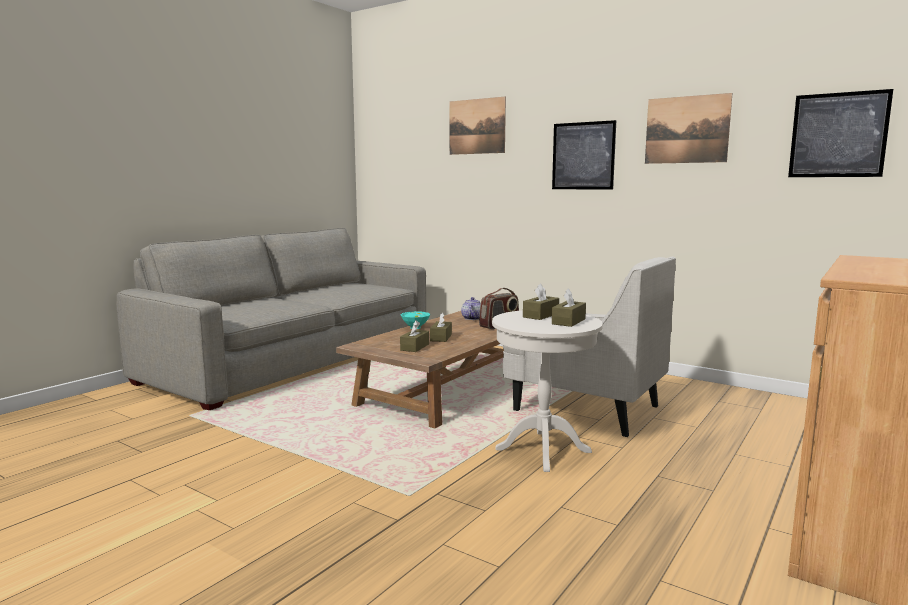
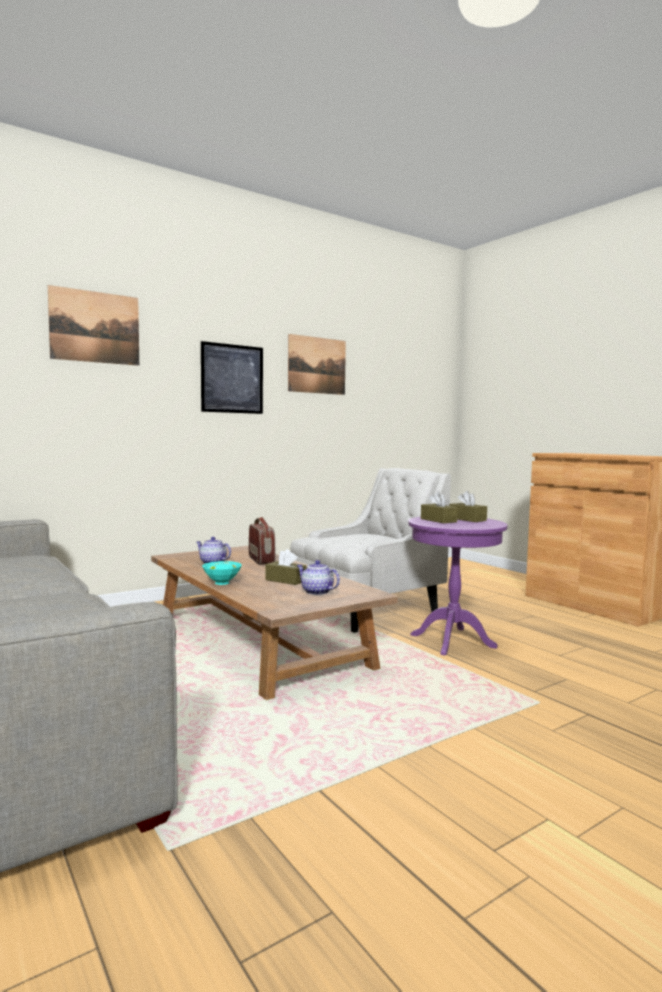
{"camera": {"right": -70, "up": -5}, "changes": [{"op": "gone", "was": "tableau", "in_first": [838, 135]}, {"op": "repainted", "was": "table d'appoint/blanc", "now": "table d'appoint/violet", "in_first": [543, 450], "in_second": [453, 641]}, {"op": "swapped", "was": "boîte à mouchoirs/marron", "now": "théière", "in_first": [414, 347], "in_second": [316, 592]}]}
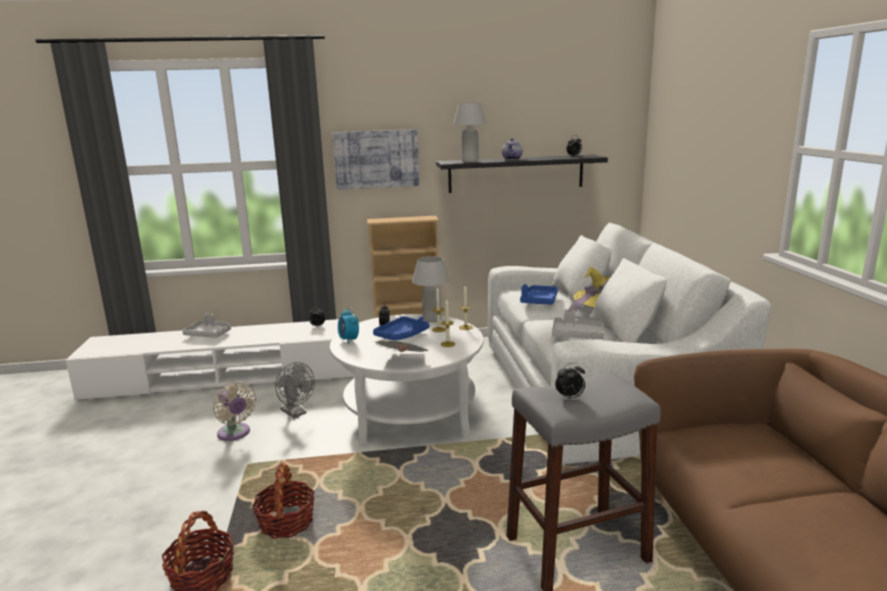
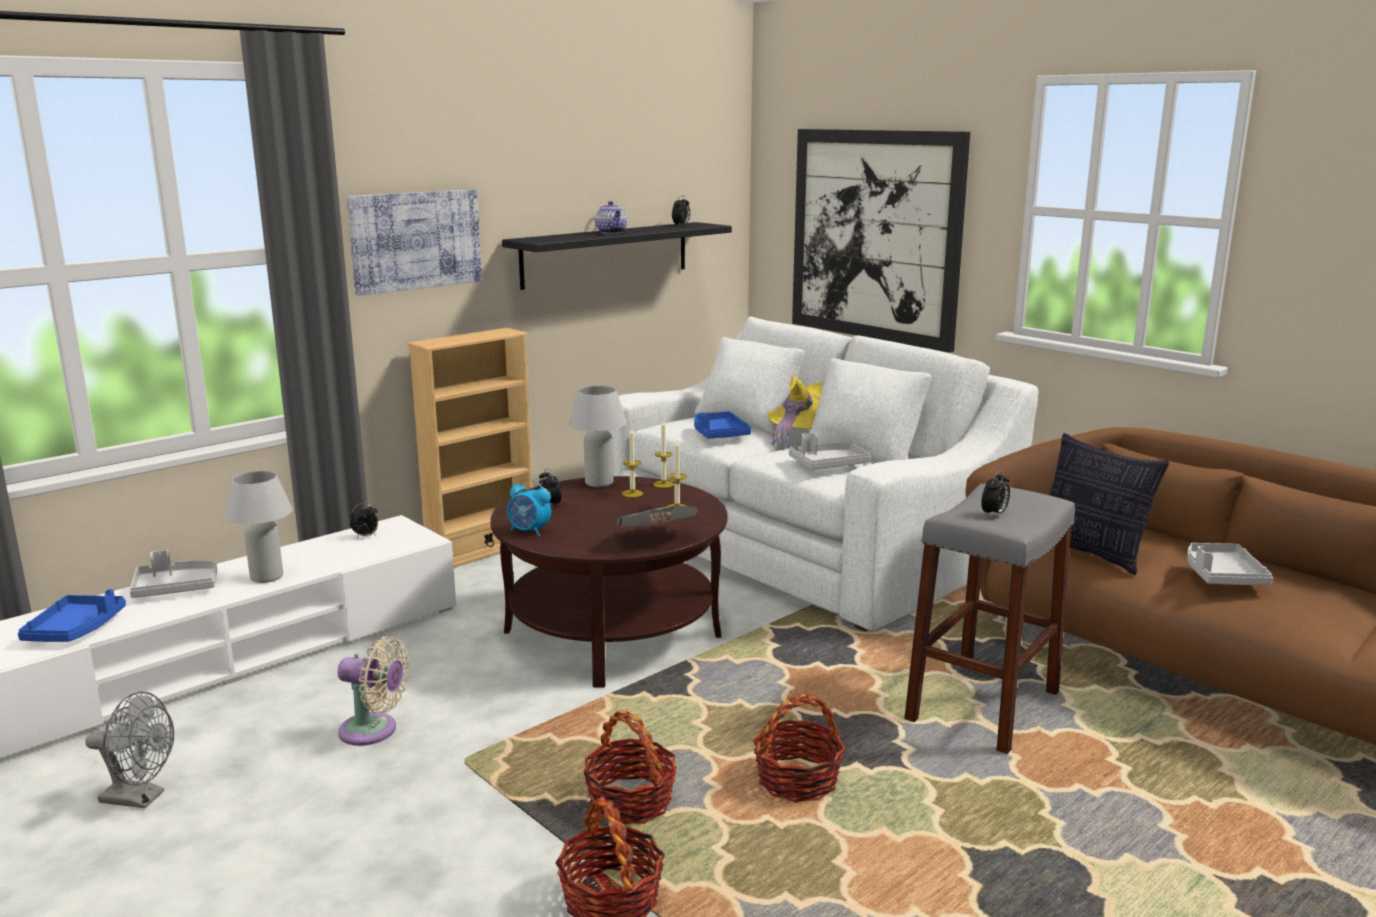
{"camera": {"right": -35, "up": 0}, "changes": [{"op": "shifted", "was": "lampe de table/blanc", "in_first": [470, 161], "in_second": [266, 577]}, {"op": "repainted", "was": "table basse/blanc", "now": "table basse/marron", "in_first": [410, 416], "in_second": [613, 633]}, {"op": "shifted", "was": "plateau/bleu", "in_first": [402, 335], "in_second": [76, 629]}, {"op": "shifted", "was": "ventilateur/gris", "in_first": [296, 413], "in_second": [141, 798]}, {"op": "new", "now": "tableau", "in_second": [875, 236]}, {"op": "new", "now": "coussin", "in_second": [1090, 553]}, {"op": "new", "now": "plateau/gris", "in_second": [1221, 576]}, {"op": "new", "now": "panier", "in_second": [797, 781]}]}
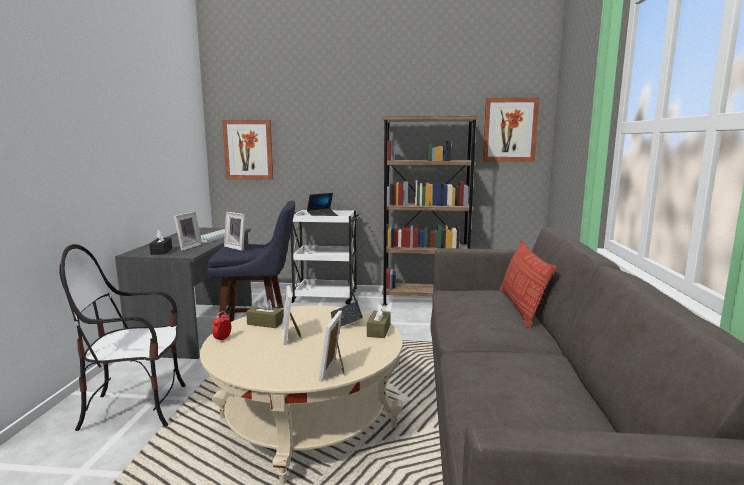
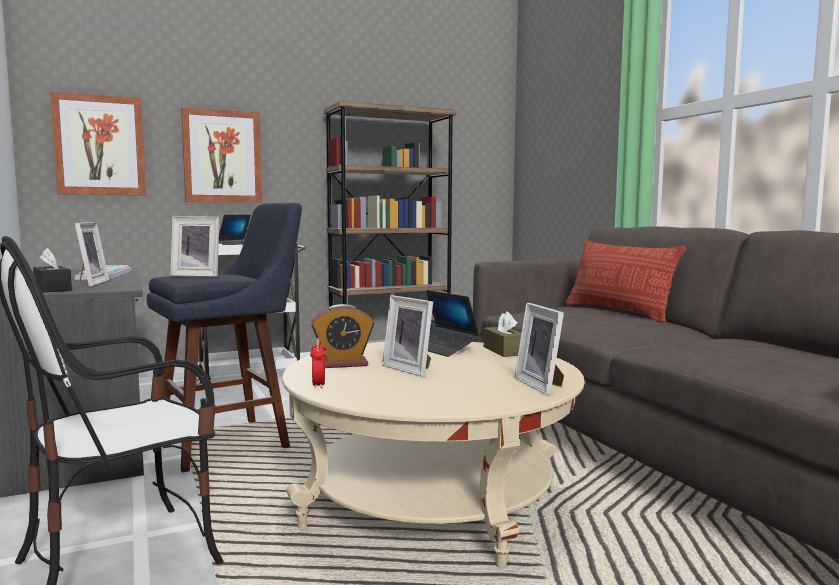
{"camera": {"right": -30, "up": -5}, "changes": [{"op": "shifted", "was": "tableau", "in_first": [509, 130], "in_second": [222, 156]}, {"op": "swapped", "was": "boîte à mouchoirs/marron", "now": "réveil", "in_first": [265, 323], "in_second": [343, 364]}]}
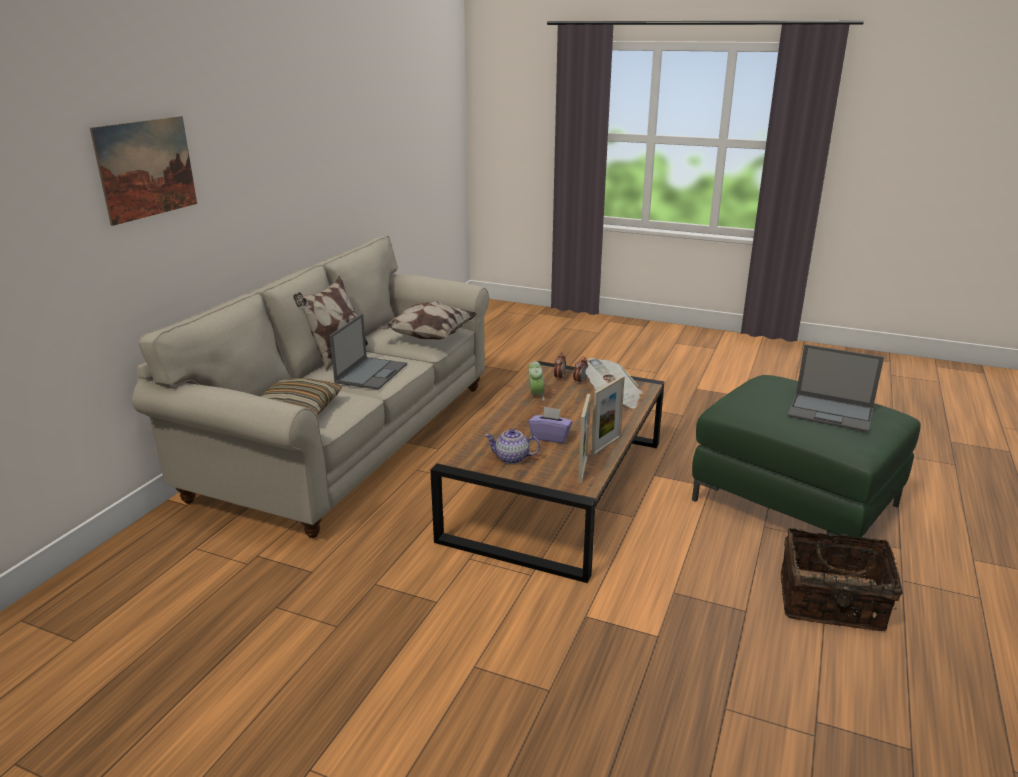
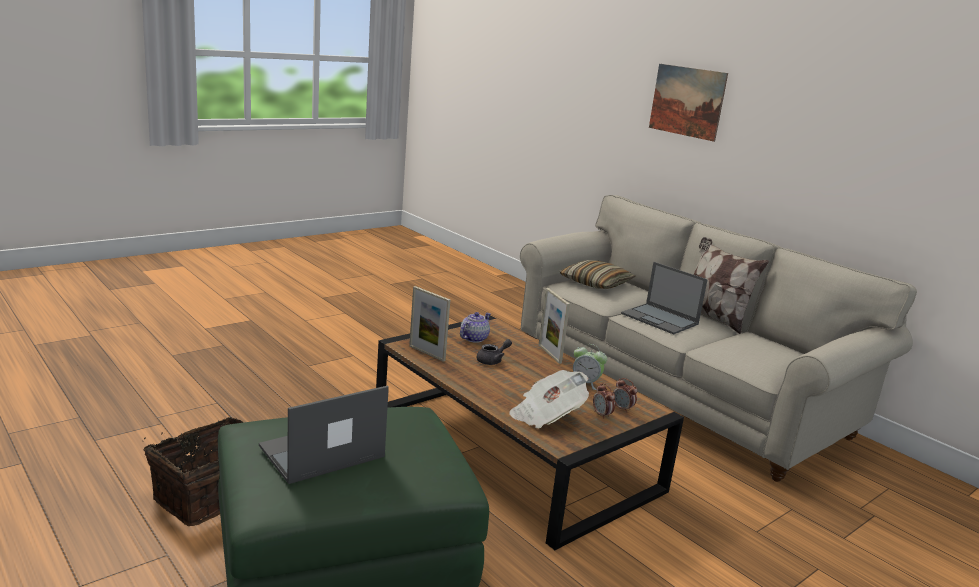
{"camera": {"right": 115, "up": -5}, "changes": [{"op": "gone", "was": "coussin", "in_first": [428, 337]}, {"op": "shifted", "was": "cadre photo", "in_first": [605, 446], "in_second": [549, 354]}, {"op": "swapped", "was": "boîte à mouchoirs/violet", "now": "théière/gris", "in_first": [550, 437], "in_second": [492, 360]}]}
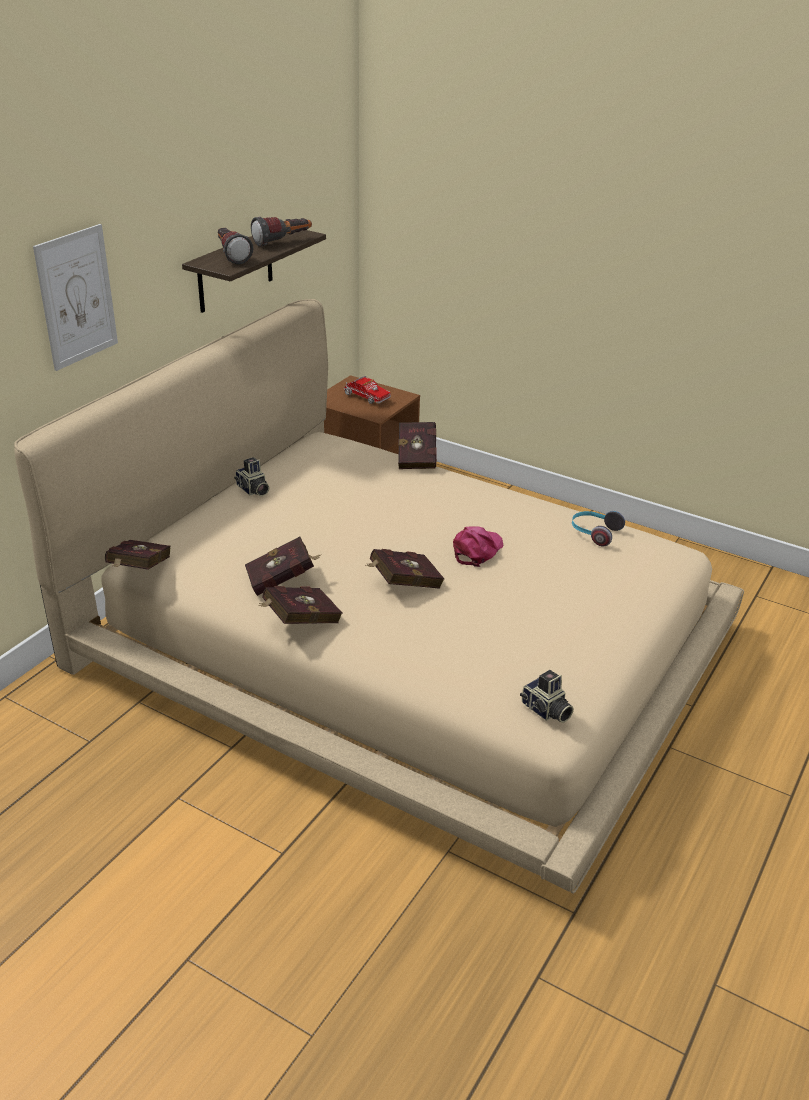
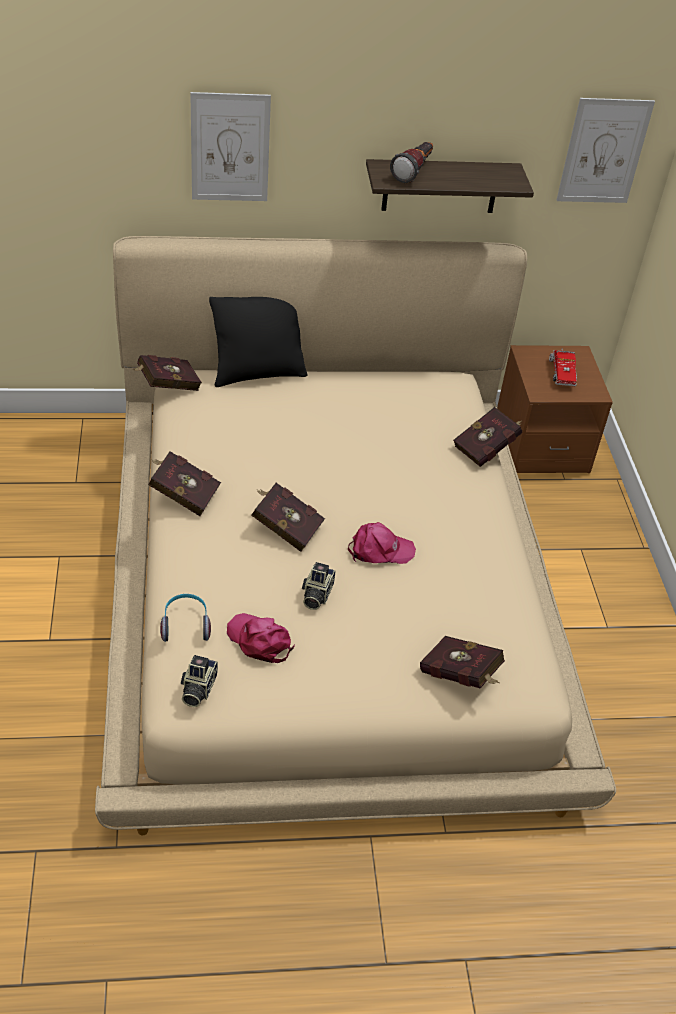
{"camera": {"right": 50, "up": 10}, "changes": [{"op": "gone", "was": "lampe de poche", "in_first": [283, 242]}, {"op": "shifted", "was": "appareil photo", "in_first": [252, 490], "in_second": [316, 595]}, {"op": "shifted", "was": "casque audio", "in_first": [594, 533], "in_second": [185, 624]}, {"op": "shifted", "was": "livre/rouge", "in_first": [283, 581], "in_second": [461, 676]}, {"op": "new", "now": "tableau", "in_second": [603, 151]}, {"op": "new", "now": "coussin/noir", "in_second": [258, 374]}, {"op": "new", "now": "casquette/rose", "in_second": [260, 641]}]}
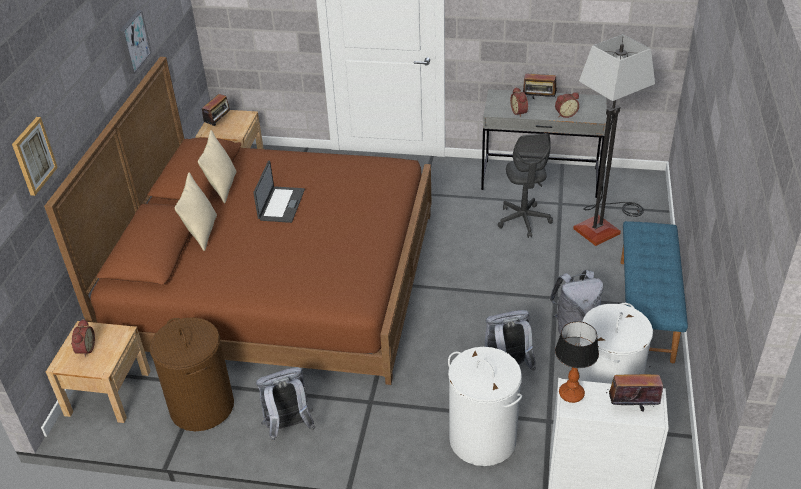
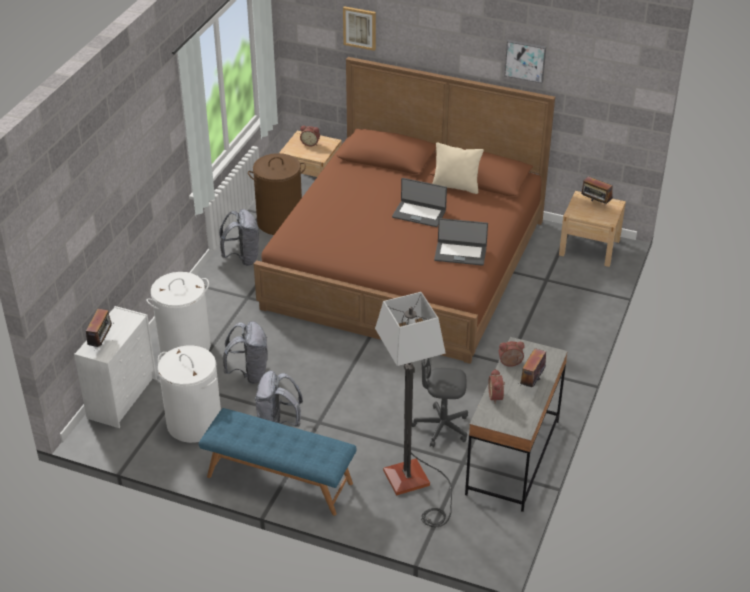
{"camera": {"right": 100, "up": 0}, "changes": [{"op": "gone", "was": "coussin/beige", "in_first": [202, 232]}, {"op": "gone", "was": "lampe de table", "in_first": [571, 394]}, {"op": "new", "now": "ordinateur portable", "in_second": [460, 253]}]}
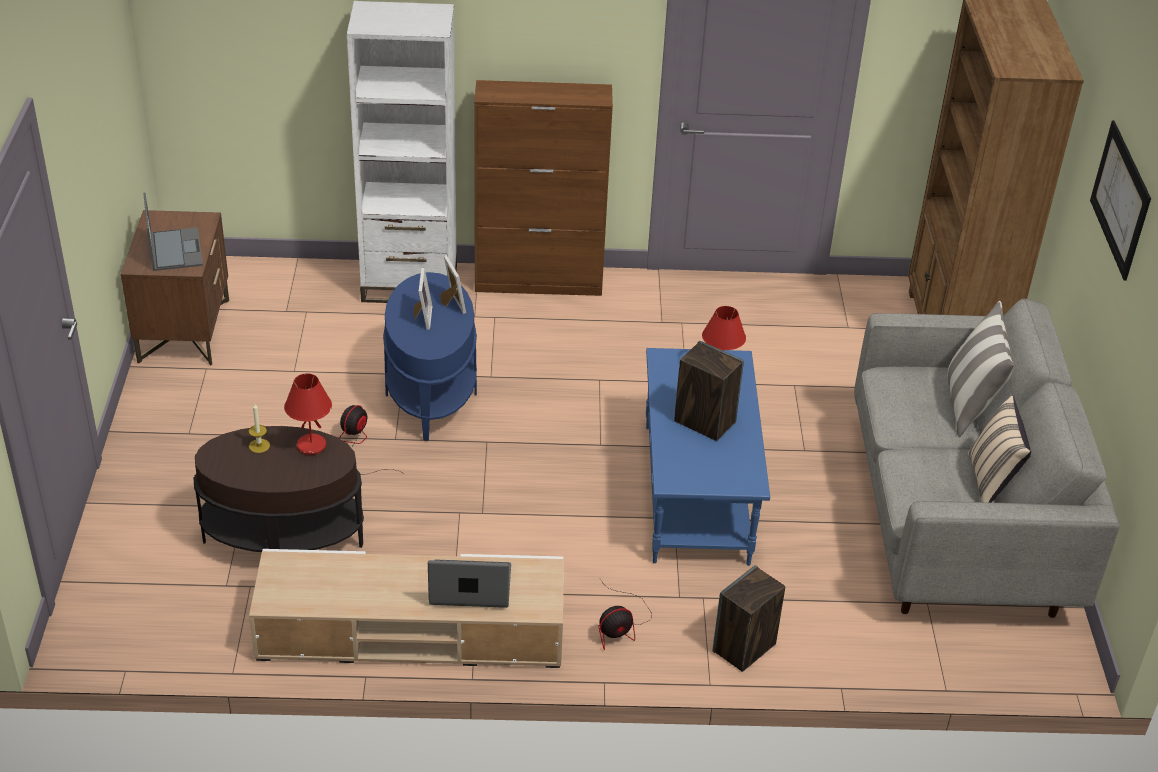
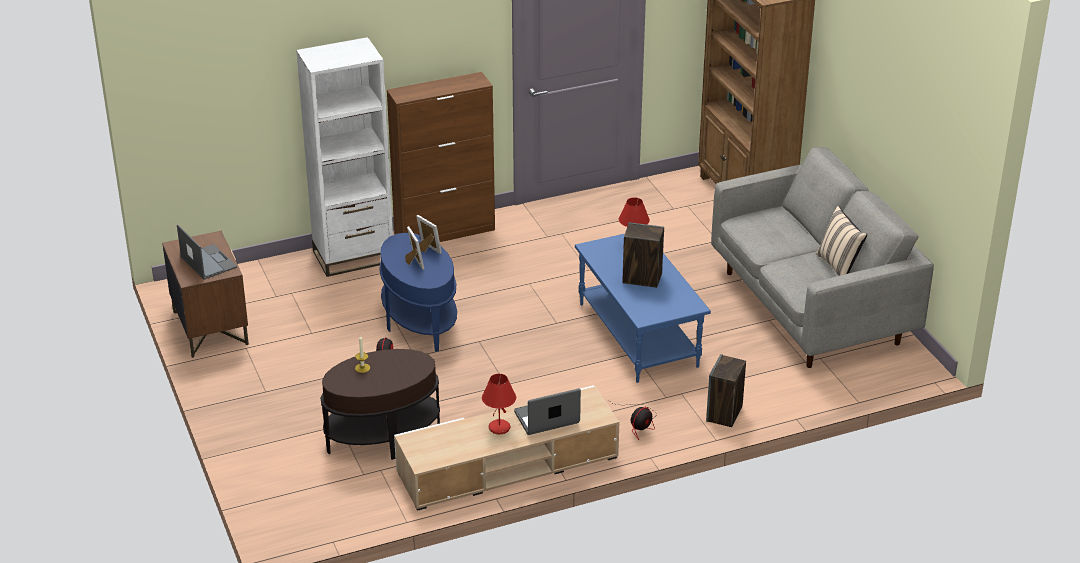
{"camera": {"right": -20, "up": -5}, "changes": [{"op": "gone", "was": "tableau", "in_first": [1120, 199]}, {"op": "gone", "was": "coussin", "in_first": [970, 405]}, {"op": "shifted", "was": "lampe de table/rouge", "in_first": [311, 446], "in_second": [499, 428]}]}
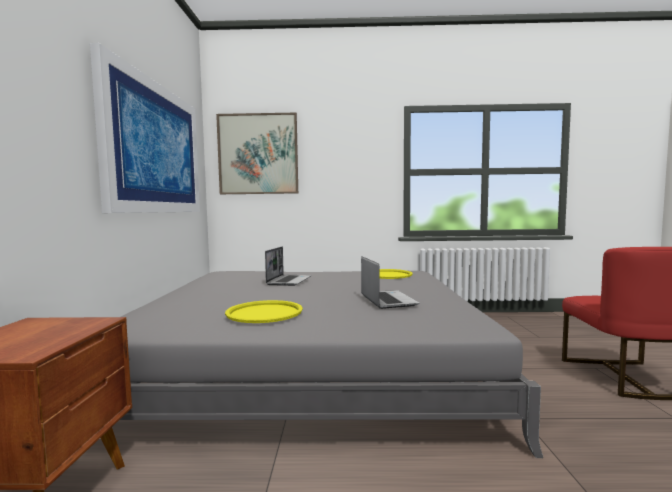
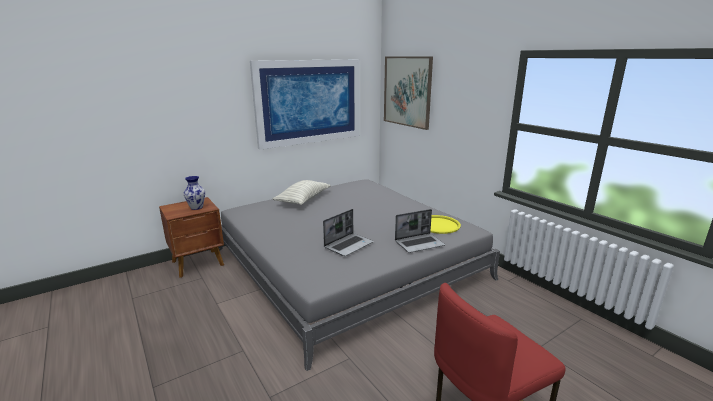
{"camera": {"right": 55, "up": 15}, "changes": [{"op": "shifted", "was": "ordinateur portable", "in_first": [288, 281], "in_second": [419, 243]}, {"op": "gone", "was": "plateau/jaune", "in_first": [264, 313]}, {"op": "new", "now": "vase", "in_second": [196, 207]}, {"op": "new", "now": "coussin", "in_second": [303, 200]}]}
